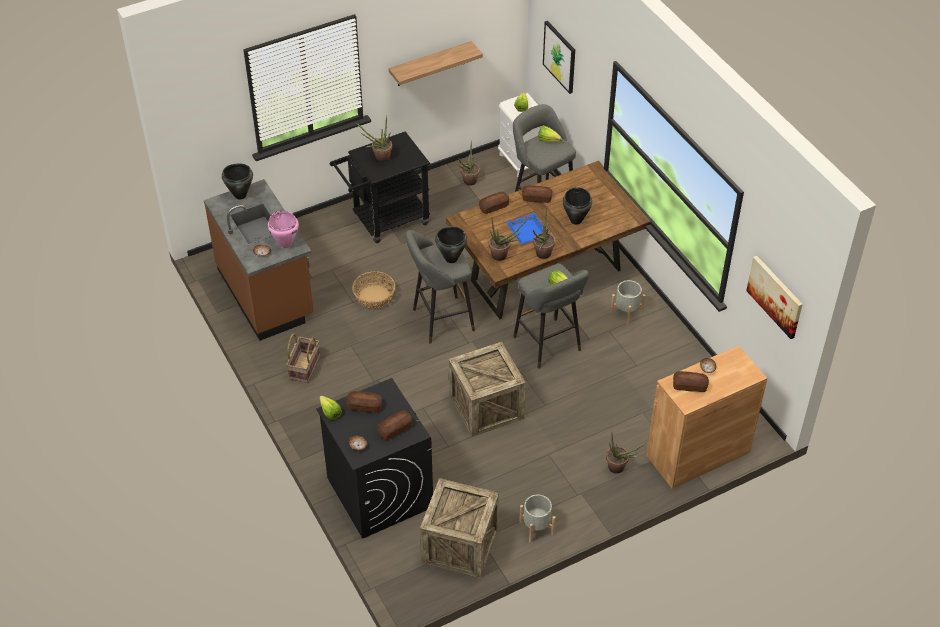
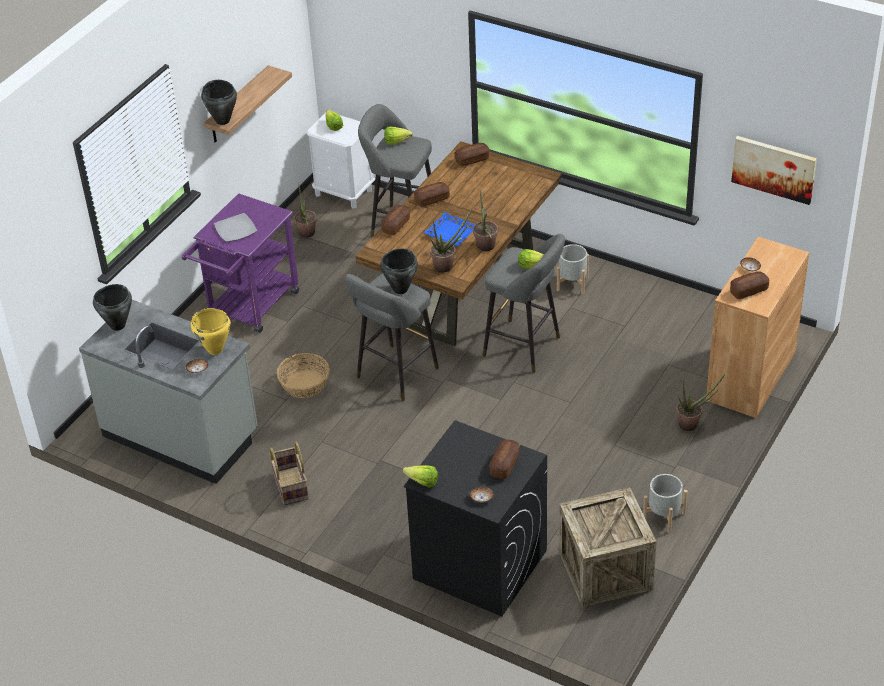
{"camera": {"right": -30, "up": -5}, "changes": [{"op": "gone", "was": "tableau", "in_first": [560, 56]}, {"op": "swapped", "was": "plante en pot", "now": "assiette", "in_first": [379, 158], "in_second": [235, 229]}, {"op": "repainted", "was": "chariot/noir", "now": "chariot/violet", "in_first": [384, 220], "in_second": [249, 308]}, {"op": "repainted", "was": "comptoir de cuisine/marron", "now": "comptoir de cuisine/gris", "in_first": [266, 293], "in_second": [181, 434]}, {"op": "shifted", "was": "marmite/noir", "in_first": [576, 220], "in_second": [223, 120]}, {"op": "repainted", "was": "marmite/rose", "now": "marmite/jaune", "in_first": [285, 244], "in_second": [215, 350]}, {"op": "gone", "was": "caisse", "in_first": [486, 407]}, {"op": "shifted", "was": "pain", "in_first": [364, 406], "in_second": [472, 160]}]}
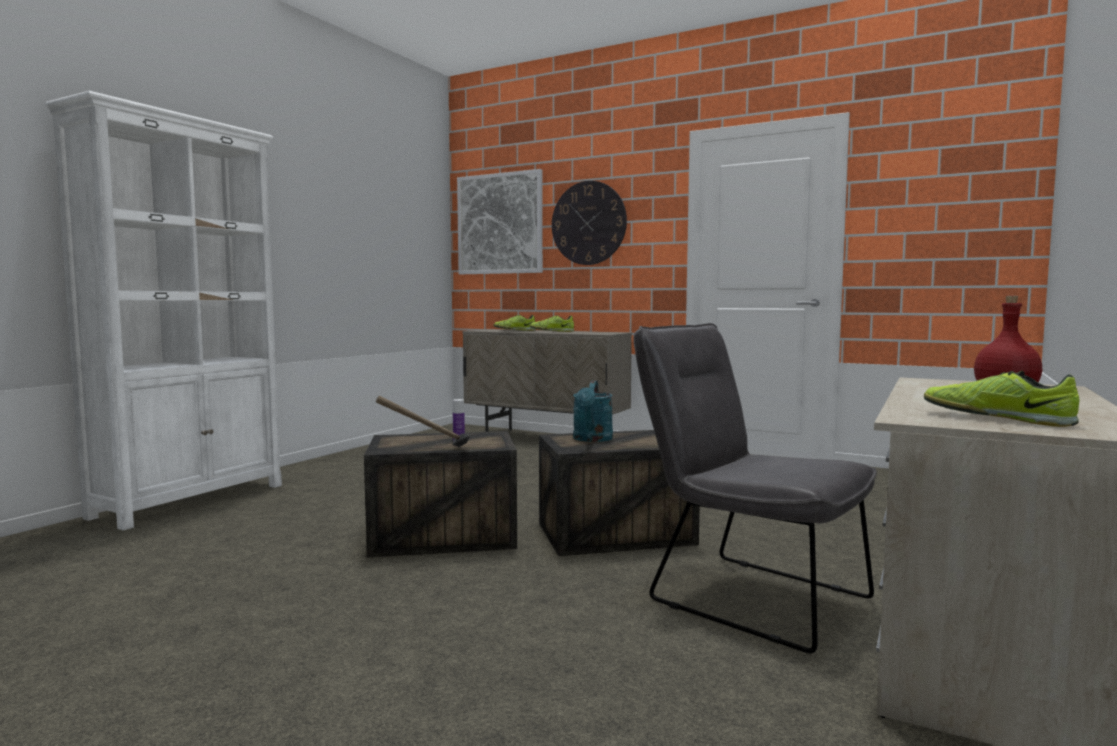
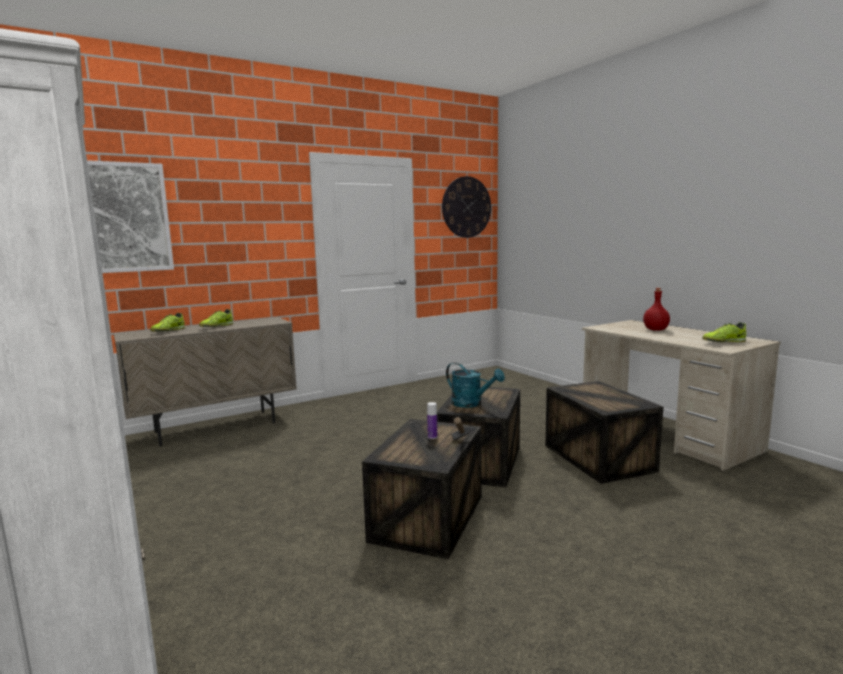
{"camera": {"right": -60, "up": 5}, "changes": [{"op": "shifted", "was": "horloge murale", "in_first": [588, 223], "in_second": [466, 207]}, {"op": "swapped", "was": "chaise/gris", "now": "caisse", "in_first": [746, 595], "in_second": [597, 457]}]}
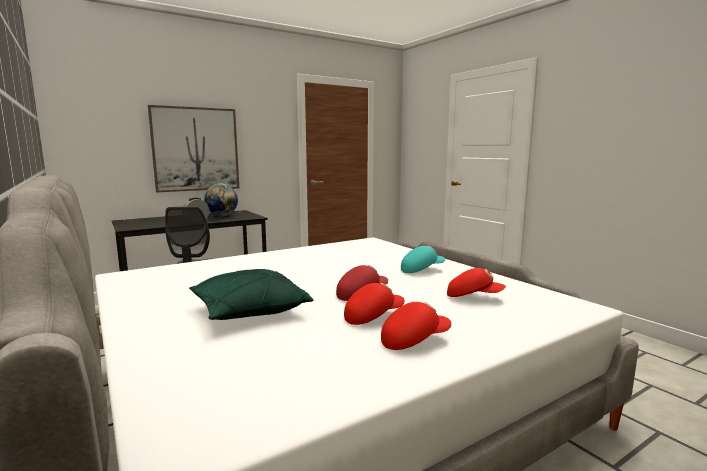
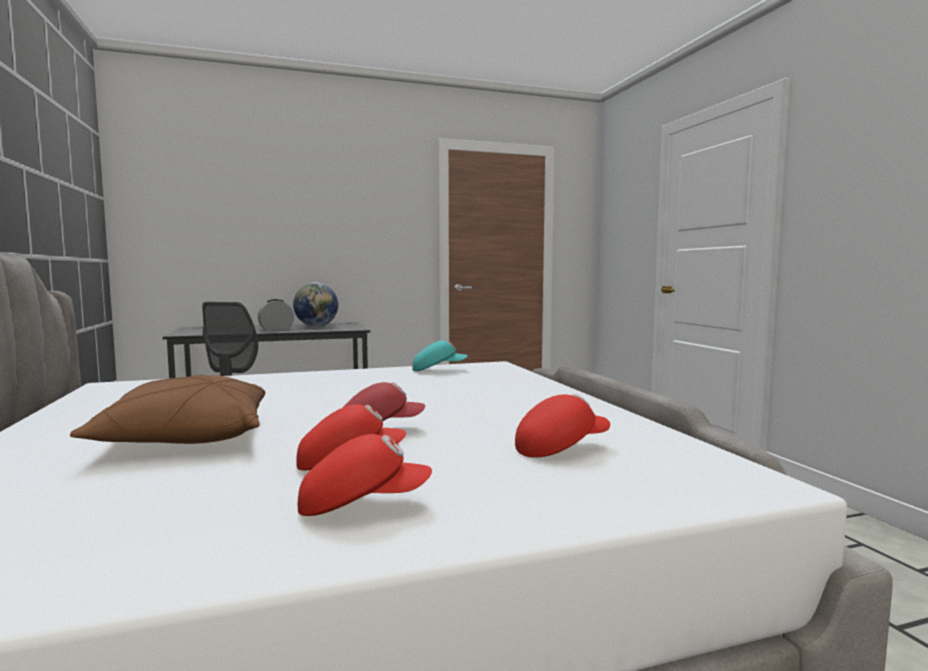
{"camera": {"right": 15, "up": -5}, "changes": [{"op": "gone", "was": "tableau", "in_first": [196, 149]}, {"op": "shifted", "was": "casquette/turquoise", "in_first": [421, 270], "in_second": [438, 370]}, {"op": "rotated", "was": "casquette/rouge", "in_first": [473, 297], "in_second": [560, 448], "clockwise": -60}, {"op": "repainted", "was": "coussin/vert", "now": "coussin/marron", "in_first": [249, 311], "in_second": [185, 438]}]}
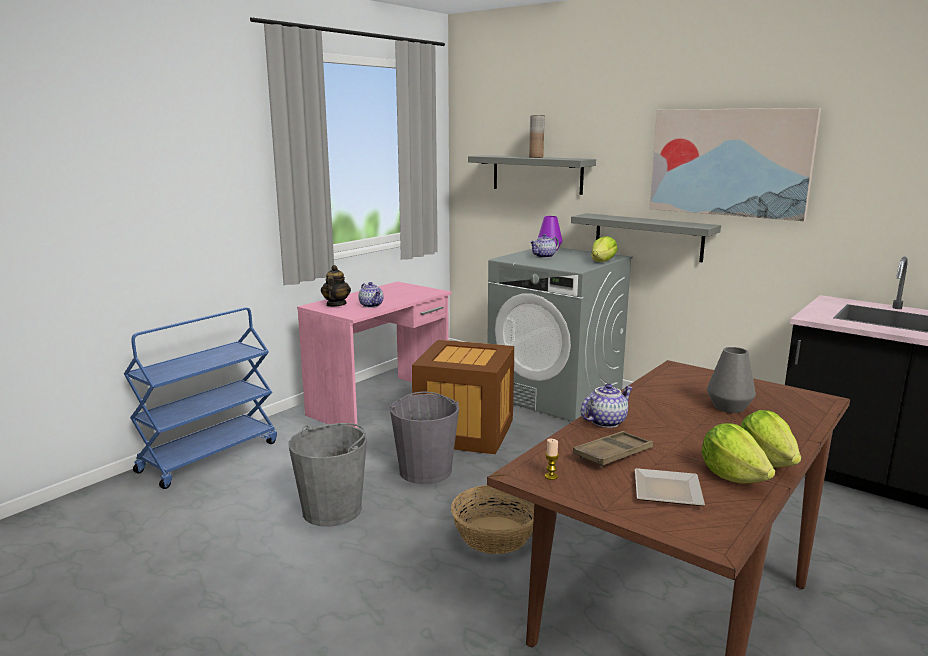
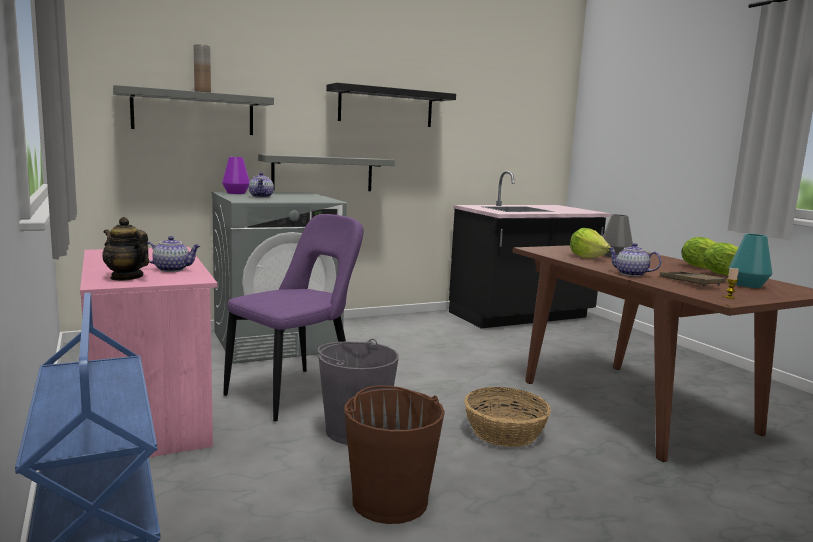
{"camera": {"right": -65, "up": -5}, "changes": [{"op": "swapped", "was": "tableau", "now": "étagère/noir", "in_first": [729, 162], "in_second": [386, 107]}, {"op": "shifted", "was": "laitue", "in_first": [603, 261], "in_second": [587, 257]}, {"op": "swapped", "was": "caisse", "now": "chaise/violet", "in_first": [465, 432], "in_second": [296, 393]}, {"op": "rotated", "was": "théière", "in_first": [605, 421], "in_second": [630, 274], "clockwise": -45}, {"op": "repainted", "was": "seau/gris", "now": "seau/marron", "in_first": [332, 510], "in_second": [389, 500]}, {"op": "swapped", "was": "assiette", "now": "vase/turquoise", "in_first": [669, 490], "in_second": [747, 285]}]}
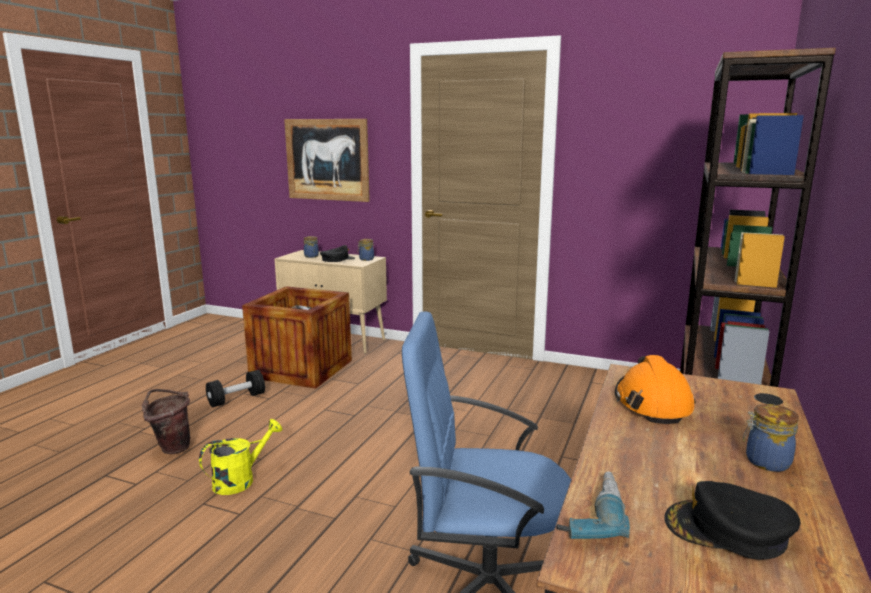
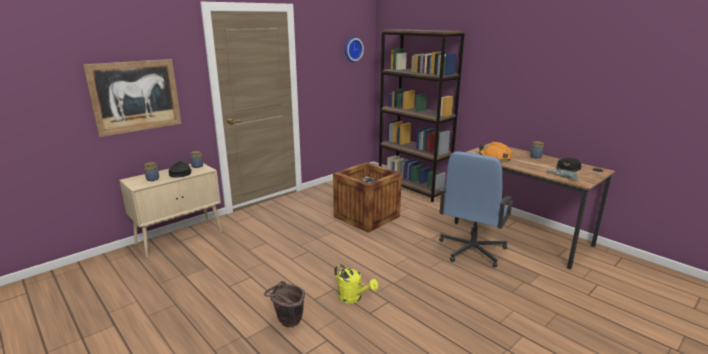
{"camera": {"right": -65, "up": 5}, "changes": [{"op": "shifted", "was": "caisse", "in_first": [302, 369], "in_second": [366, 216]}, {"op": "gone", "was": "haltère/noir", "in_first": [236, 399]}, {"op": "rotated", "was": "arrosoir/jaune", "in_first": [240, 480], "in_second": [353, 298], "clockwise": 150}, {"op": "new", "now": "horloge murale", "in_second": [352, 49]}]}
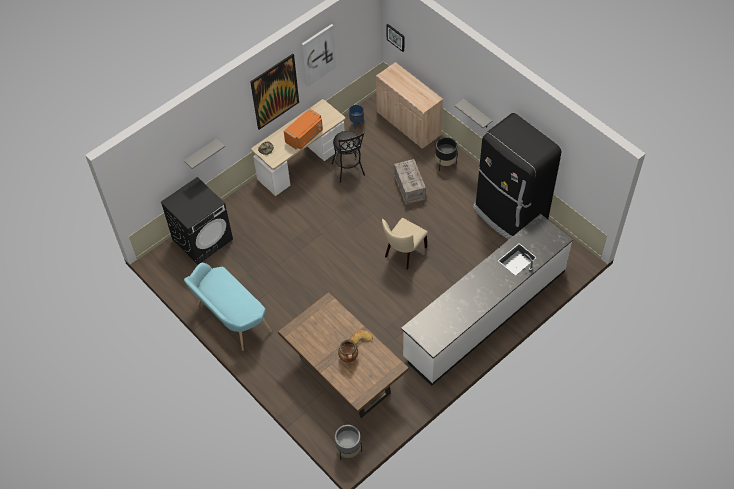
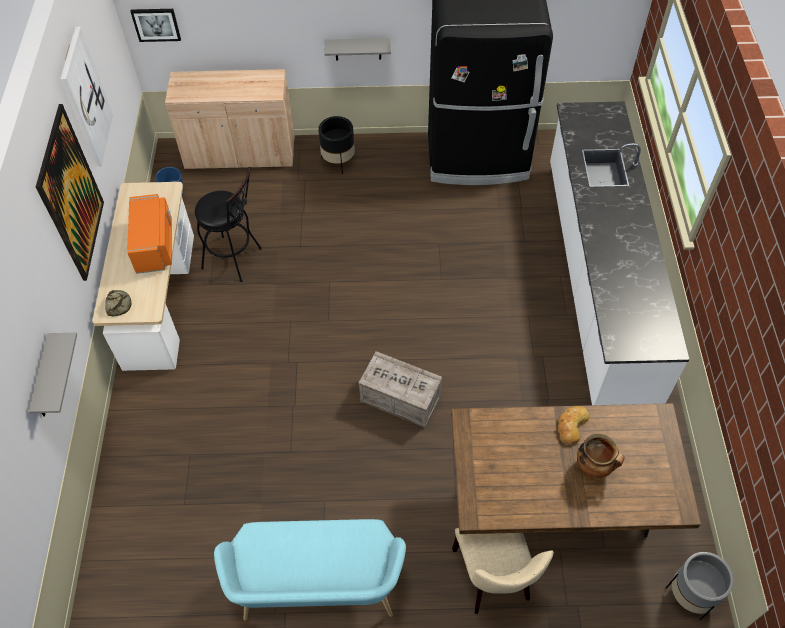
{"camera": {"right": -50, "up": 0}, "changes": [{"op": "shifted", "was": "caisse", "in_first": [410, 188], "in_second": [401, 398]}, {"op": "gone", "was": "lave-linge/noir", "in_first": [202, 239]}, {"op": "shifted", "was": "chaise/beige", "in_first": [403, 253], "in_second": [494, 579]}]}
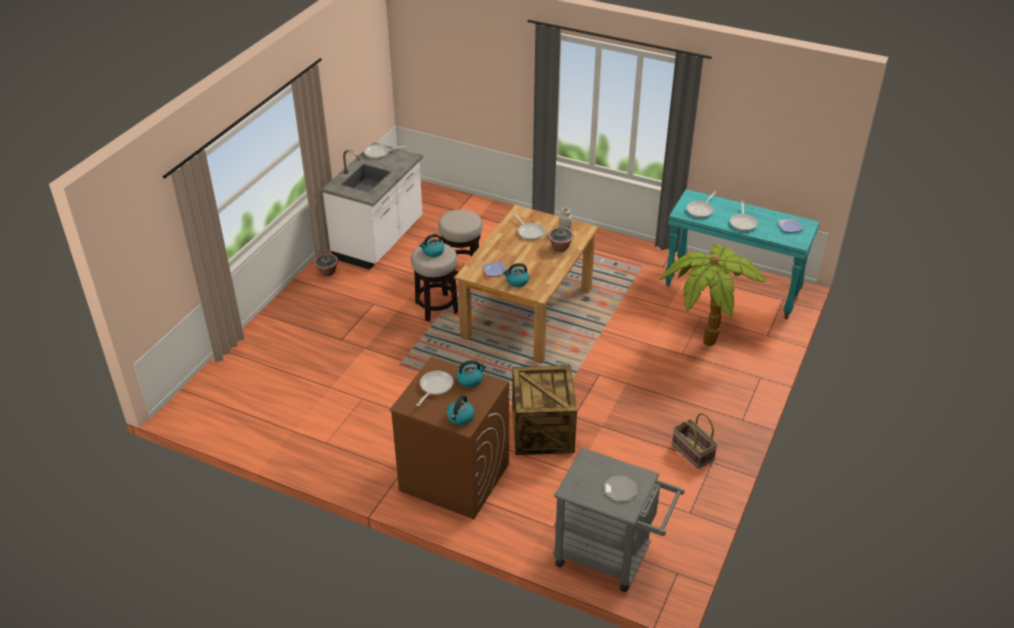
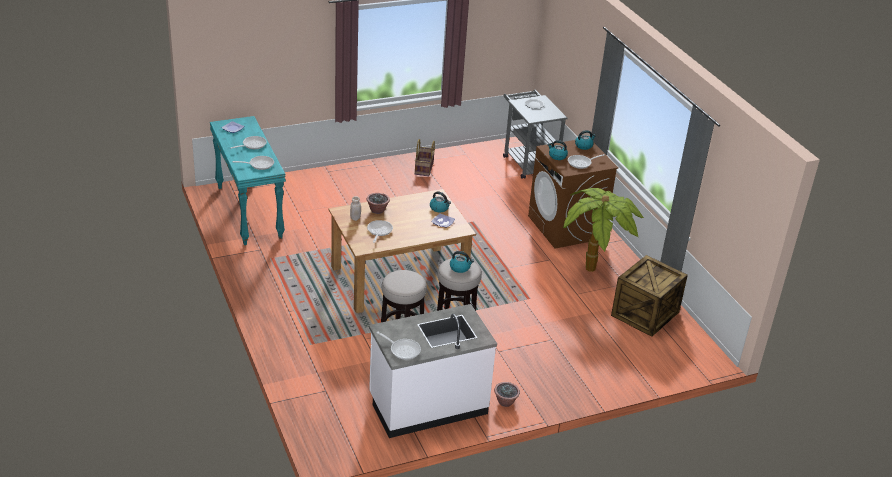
{"camera": {"right": -140, "up": -5}, "changes": [{"op": "shifted", "was": "plante en pot", "in_first": [702, 340], "in_second": [593, 271]}, {"op": "shifted", "was": "caisse", "in_first": [541, 430], "in_second": [645, 314]}]}
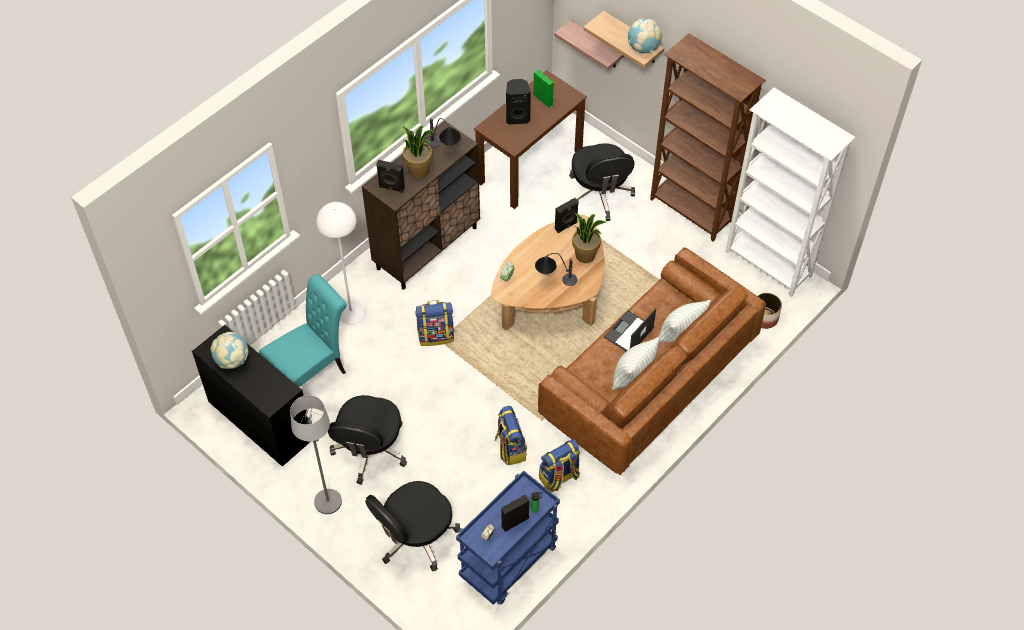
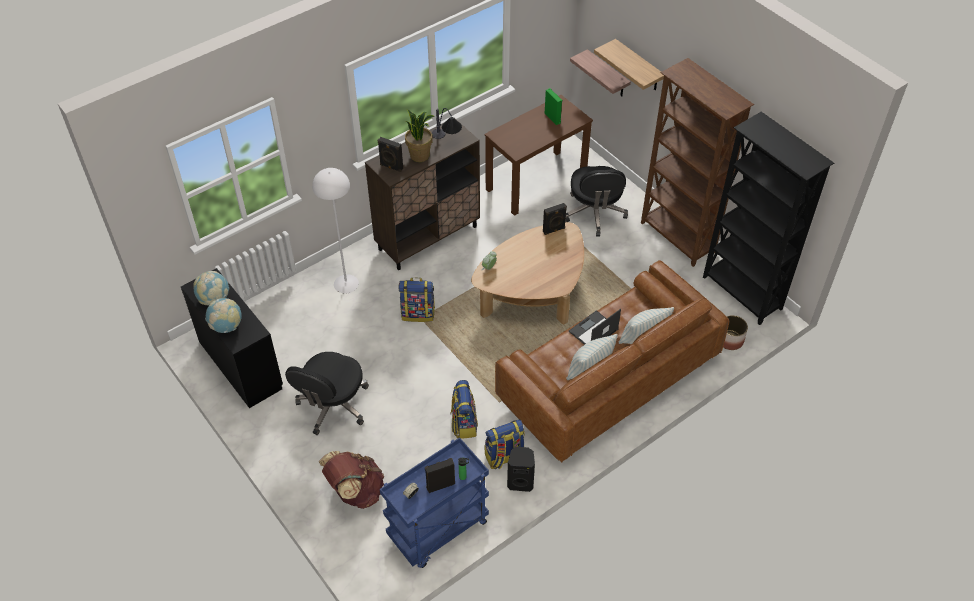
{"camera": {"right": 10, "up": -5}, "changes": [{"op": "shifted", "was": "globe", "in_first": [643, 48], "in_second": [226, 326]}, {"op": "shifted", "was": "enceinte/noir", "in_first": [517, 117], "in_second": [520, 481]}, {"op": "repainted", "was": "bibliothèque/blanc", "now": "bibliothèque/noir", "in_first": [768, 265], "in_second": [742, 294]}, {"op": "gone", "was": "plante en pot", "in_first": [585, 255]}, {"op": "gone", "was": "lampe de table", "in_first": [554, 281]}, {"op": "gone", "was": "chaise/turquoise", "in_first": [312, 373]}, {"op": "gone", "was": "lampadaire/gris", "in_first": [327, 502]}, {"op": "swapped", "was": "chaise de bureau/noir", "now": "sac à dos/marron", "in_first": [415, 537], "in_second": [355, 491]}]}
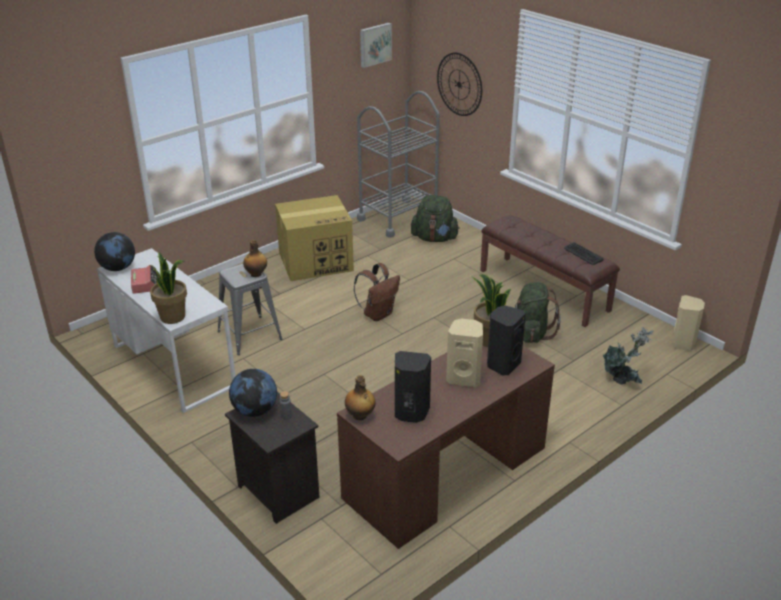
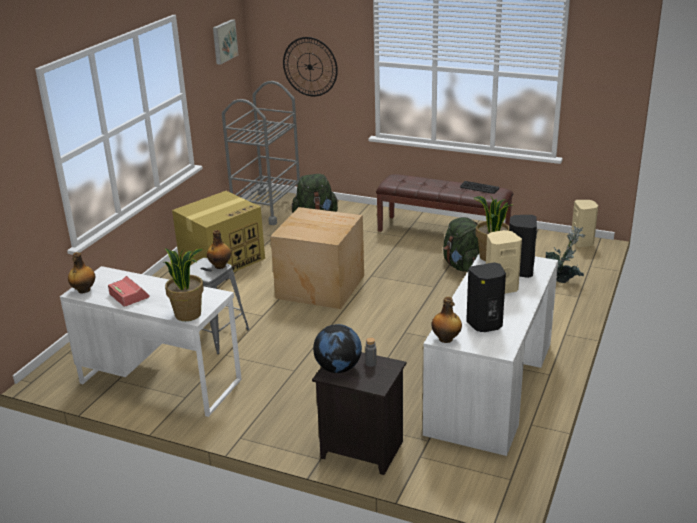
{"camera": {"right": -25, "up": -5}, "changes": [{"op": "swapped", "was": "globe", "now": "bouteille", "in_first": [118, 268], "in_second": [84, 290]}, {"op": "swapped", "was": "sac à dos/marron", "now": "carton", "in_first": [378, 314], "in_second": [320, 286]}, {"op": "repainted", "was": "bureau/marron", "now": "bureau/blanc", "in_first": [445, 472], "in_second": [490, 386]}]}
